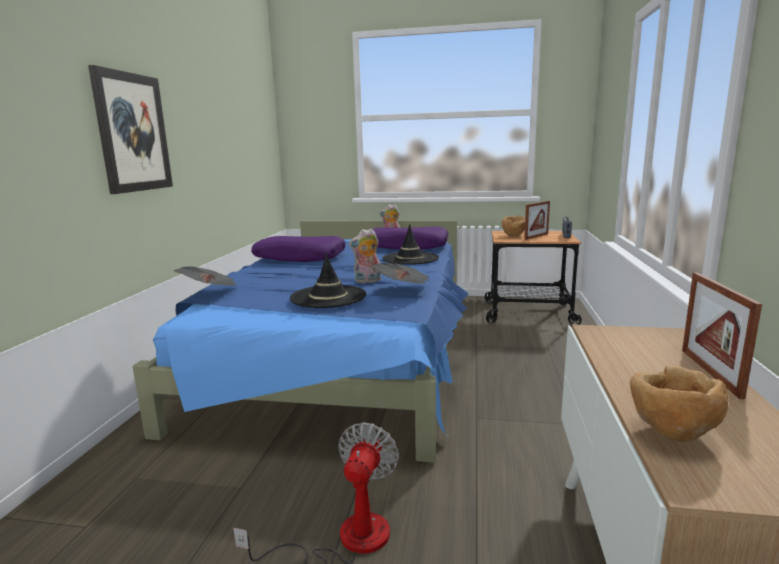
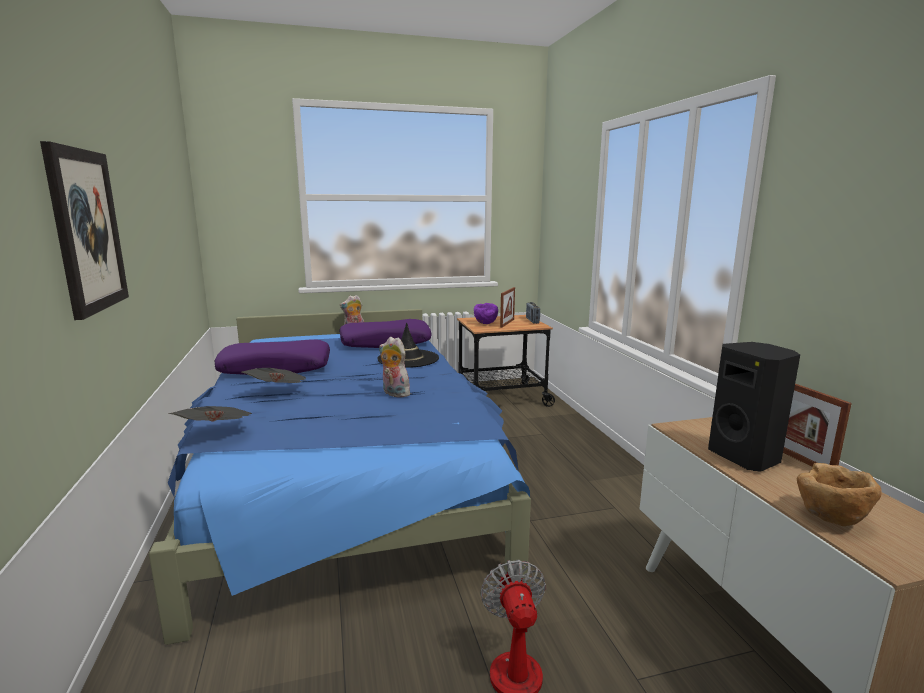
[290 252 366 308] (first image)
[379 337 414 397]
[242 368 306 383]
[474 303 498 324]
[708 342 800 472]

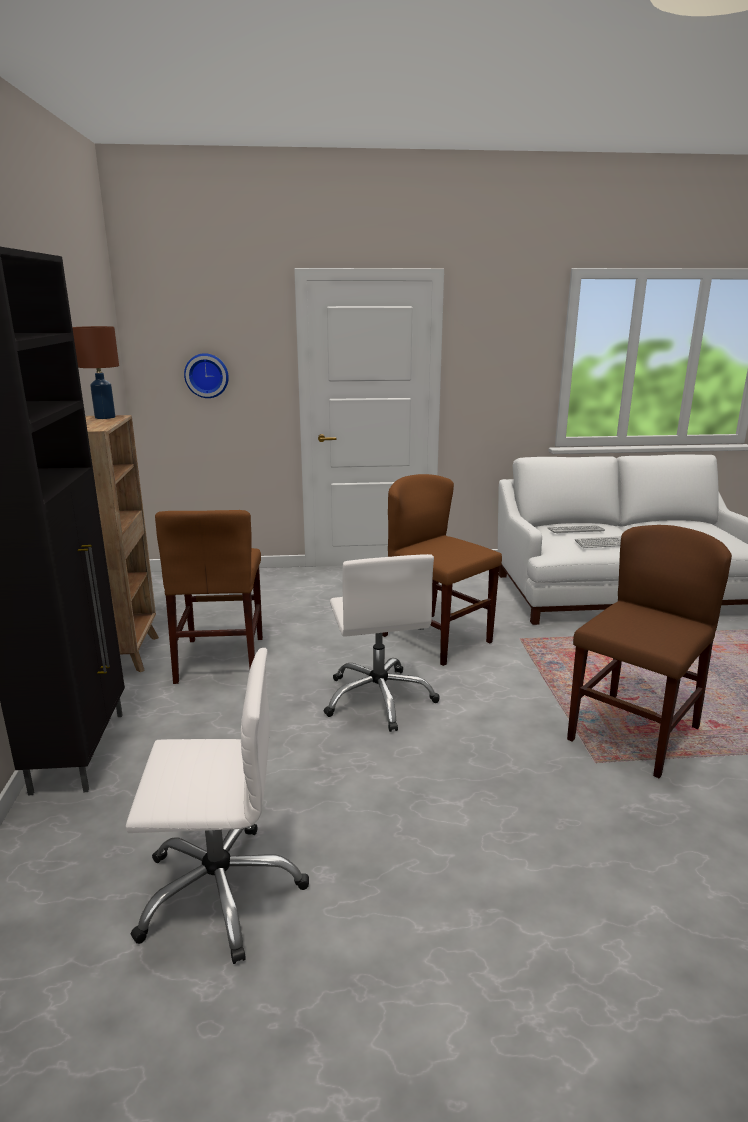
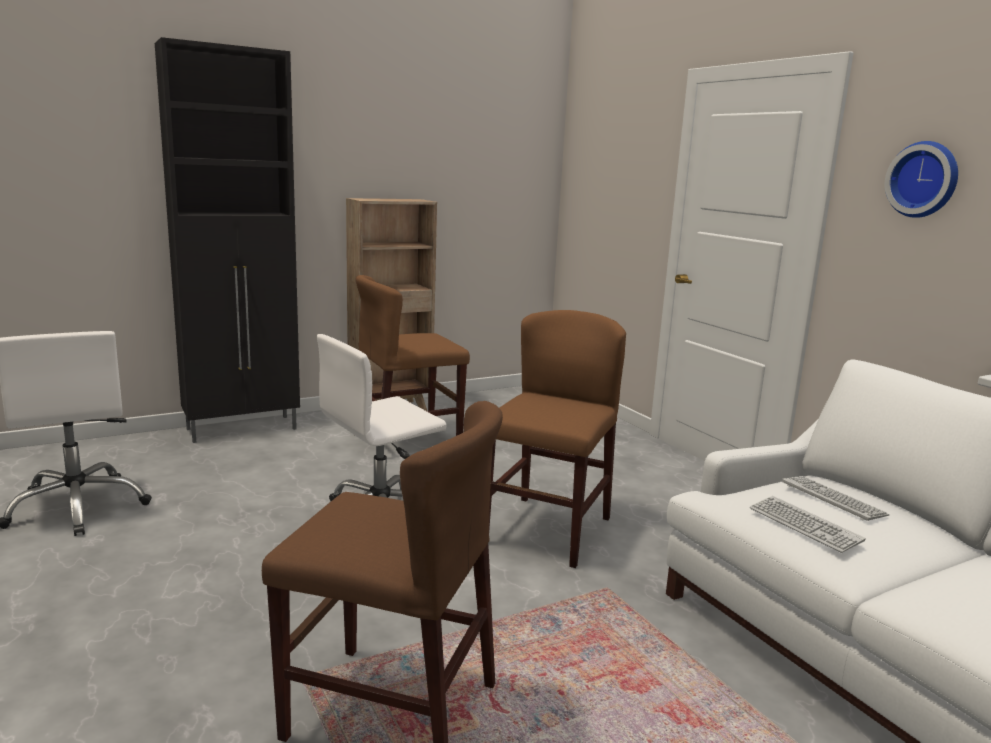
[72 326 119 419] (first image)
[885 141 958 218]

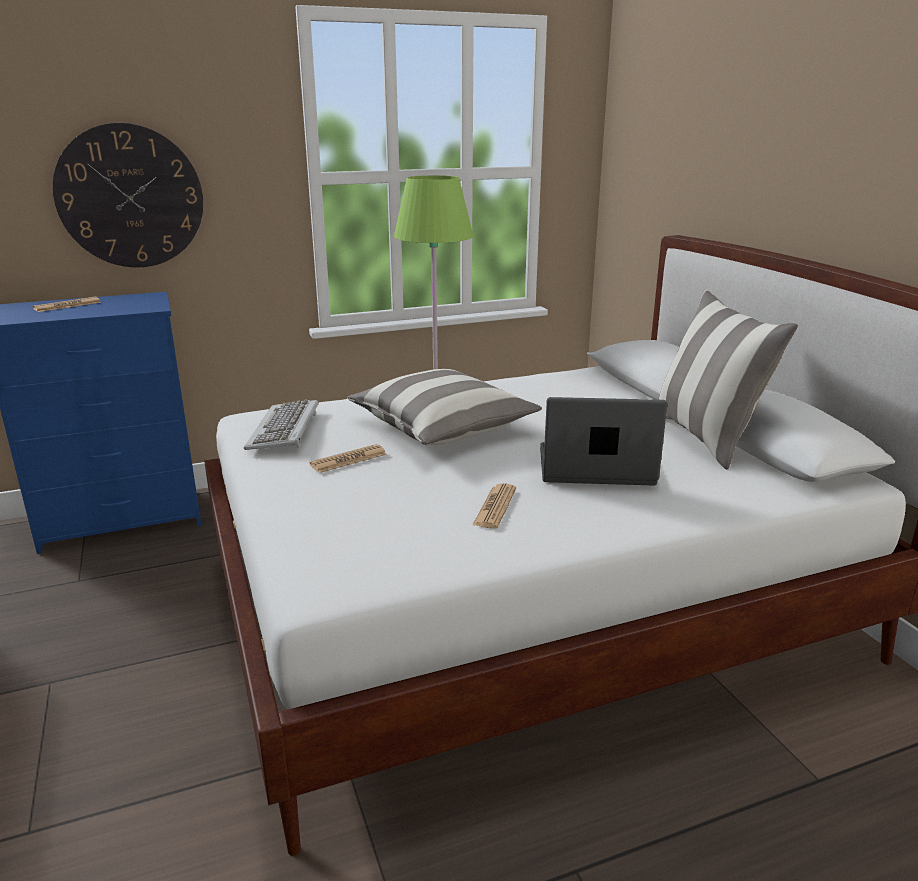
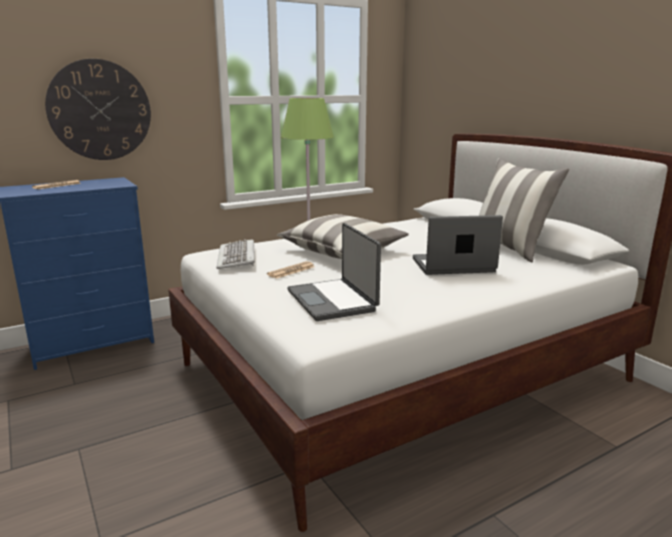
[473 483 516 529] (first image)
[287 223 381 321]

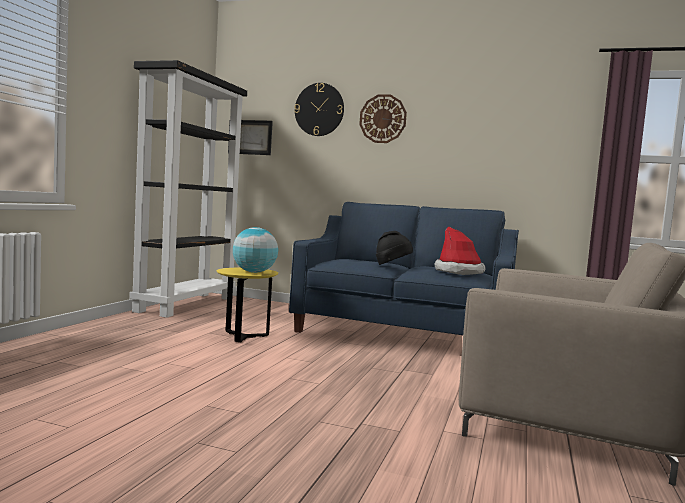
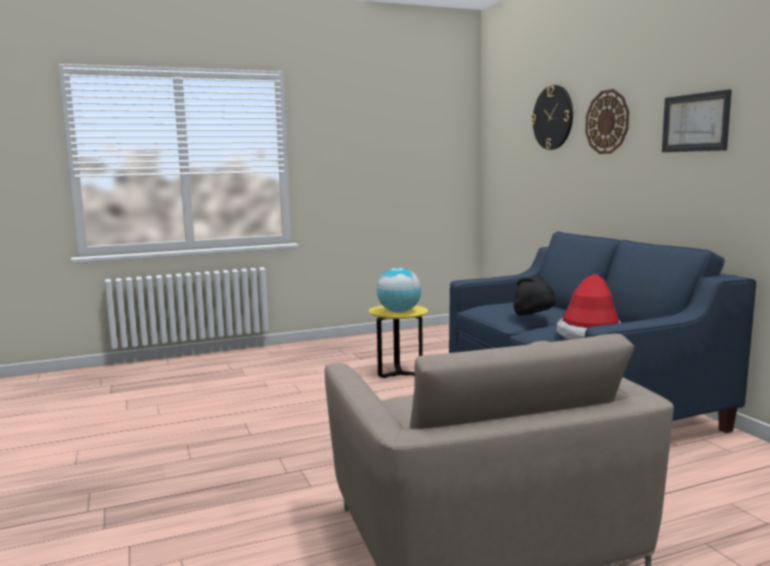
[129 60 247 318] (first image)
[662 89 732 152]

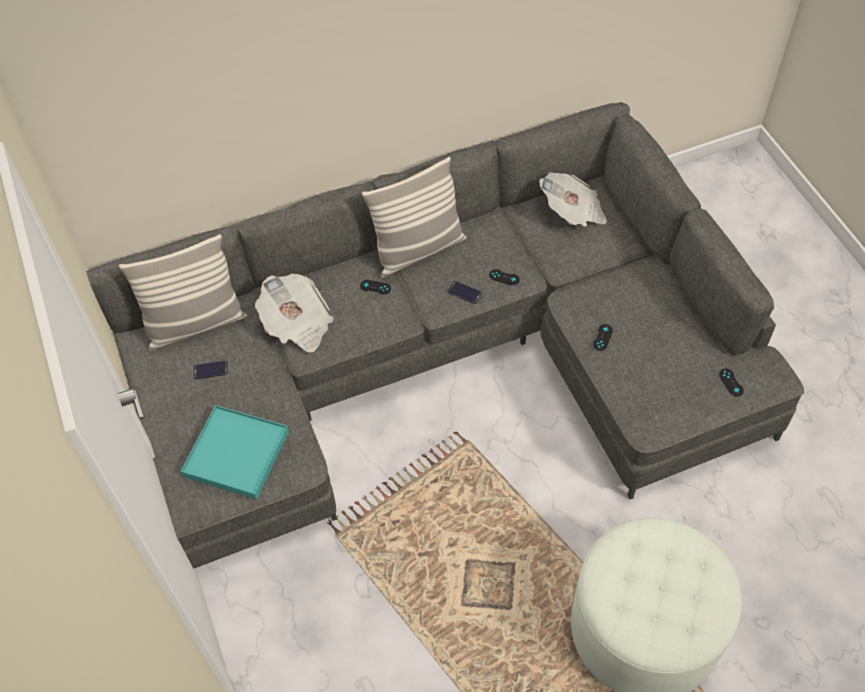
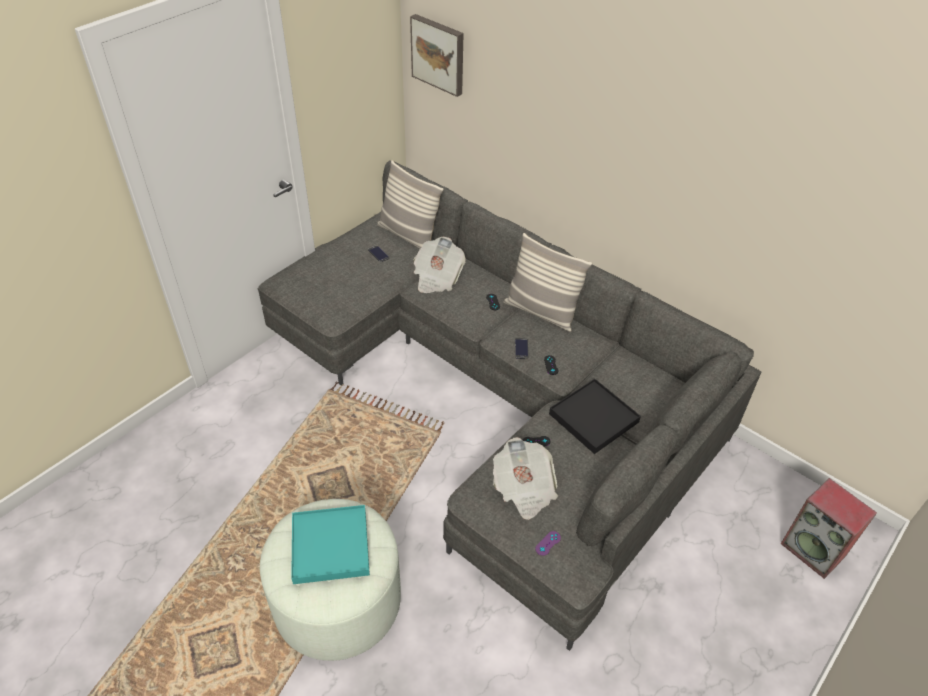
[291 505 370 584]
[493 437 558 520]
[535 531 561 556]
[410 14 463 97]
[549 379 641 454]
[781 478 877 579]

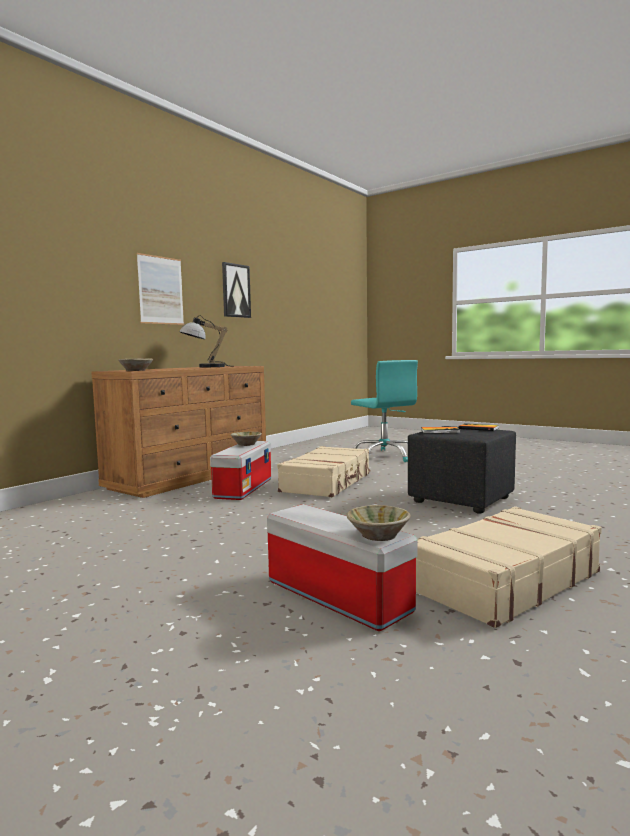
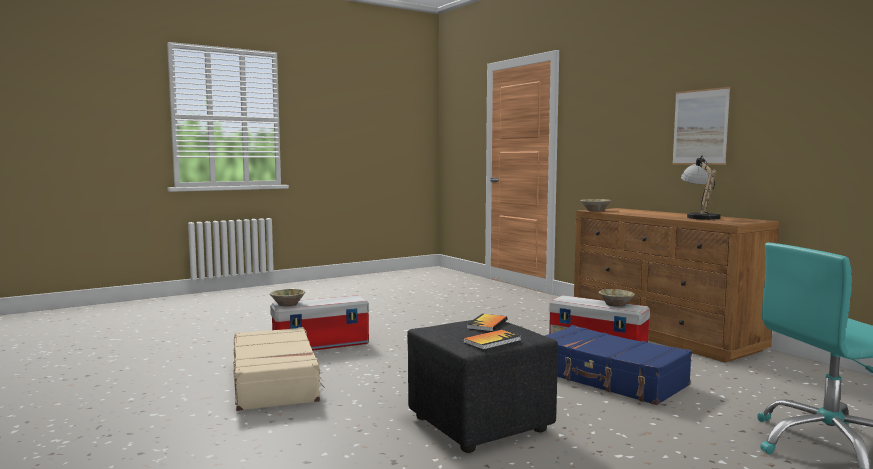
[222 262 251 318] (first image)
[545 325 692 405]

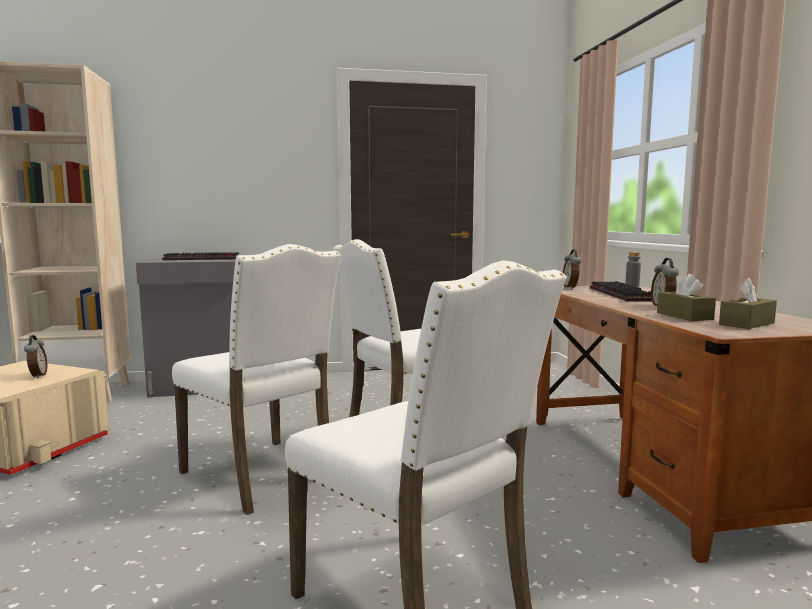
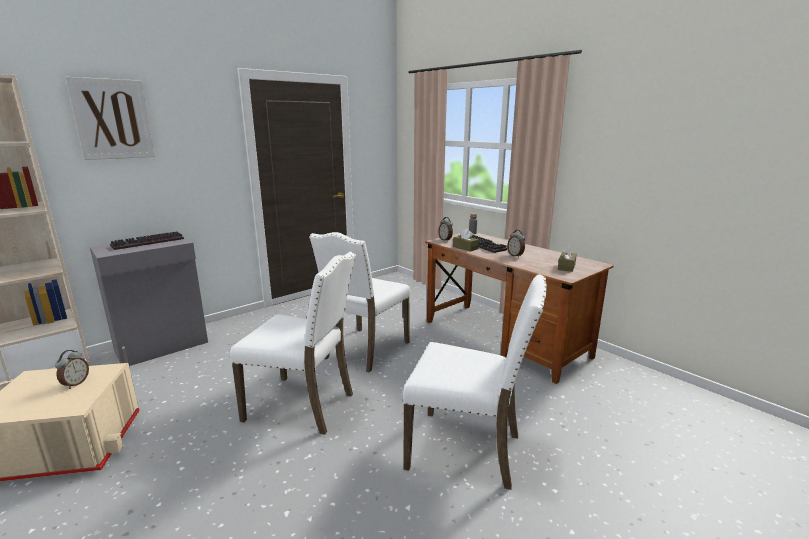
[55 350 89 389]
[453 229 479 252]
[65 77 155 160]

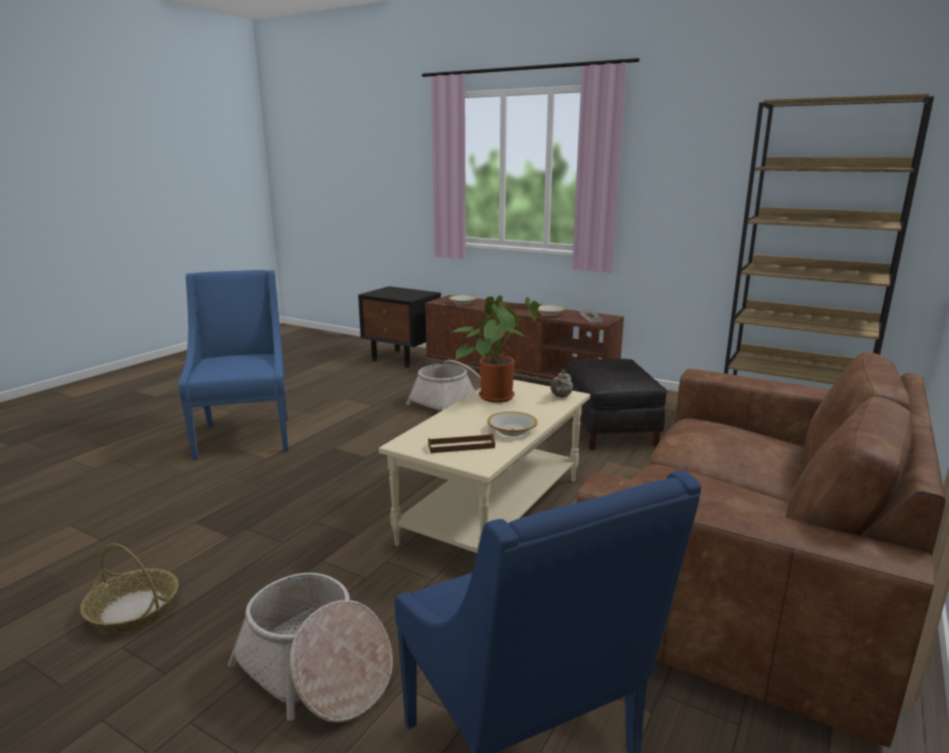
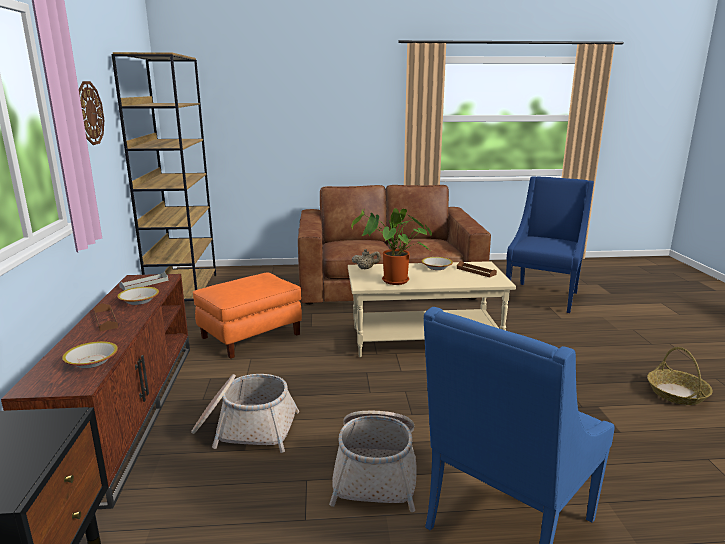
[329 411 416 512]
[193 273 302 359]
[79 81 104 145]

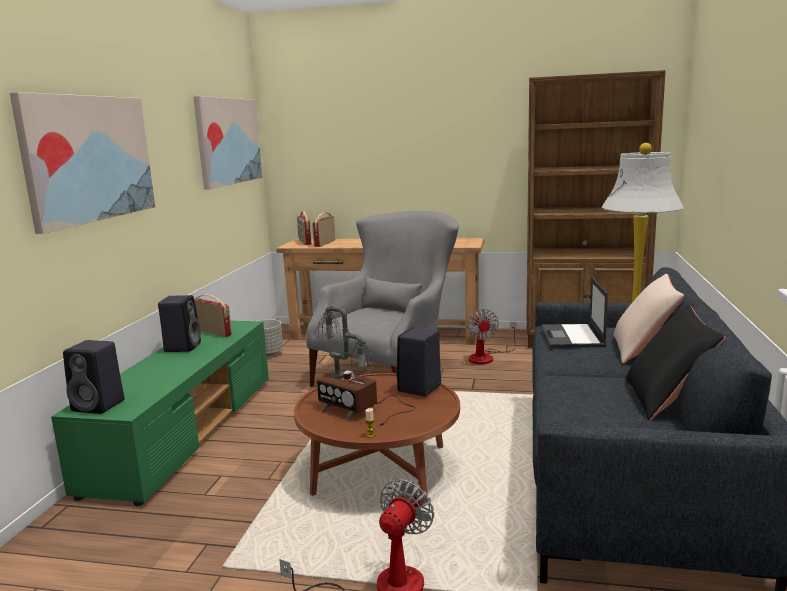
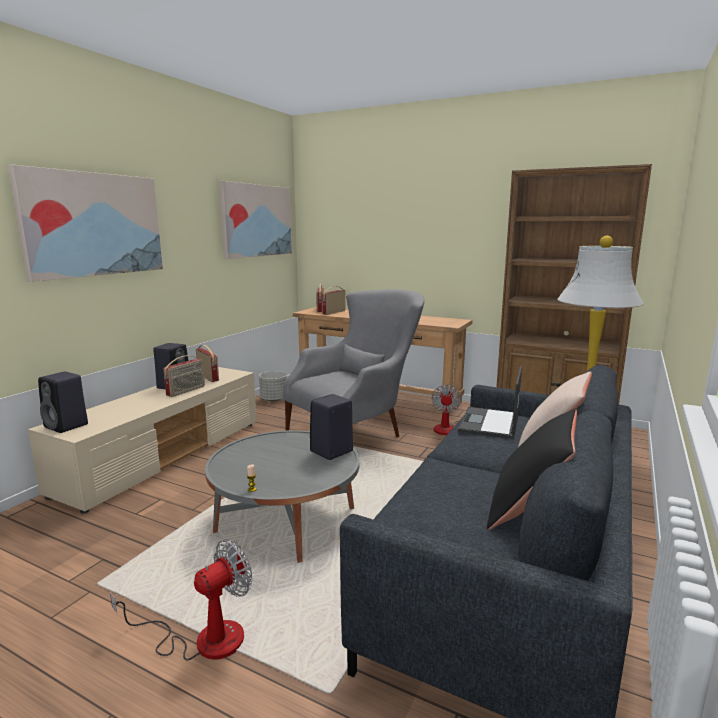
[28 367 256 513]
[205 430 360 563]
[317 306 415 426] (first image)
[163 356 205 397]

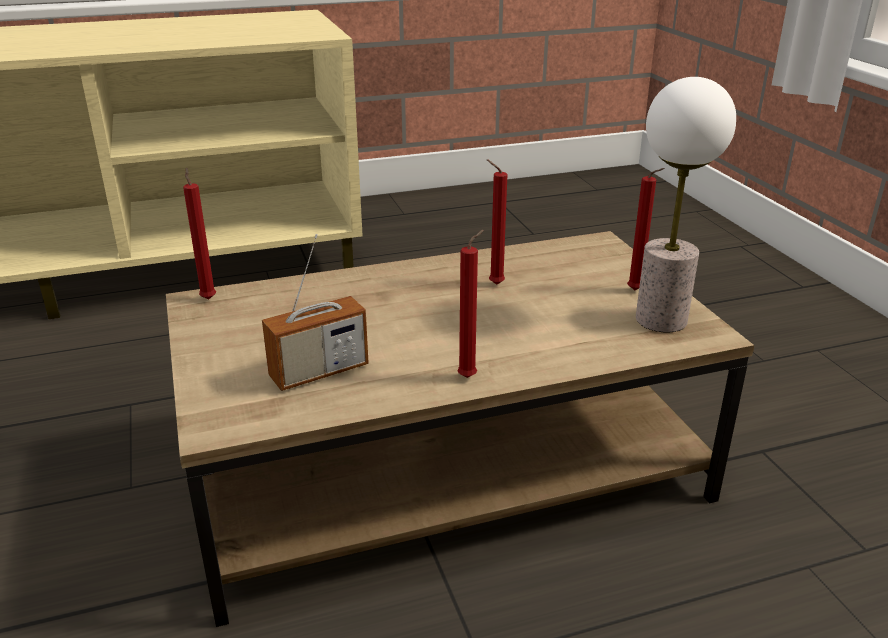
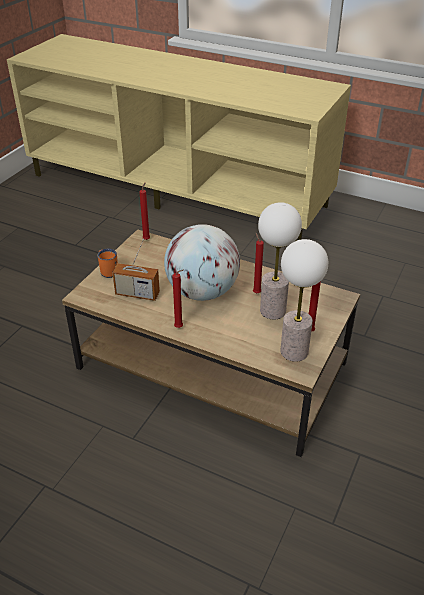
[98 249 118 278]
[164 224 240 301]
[258 202 302 319]

